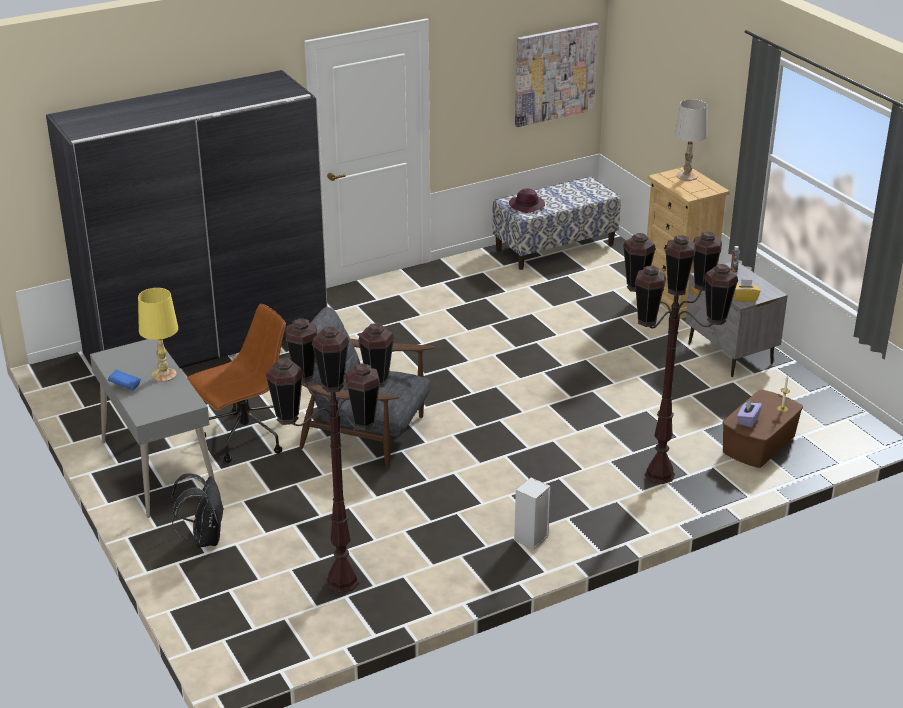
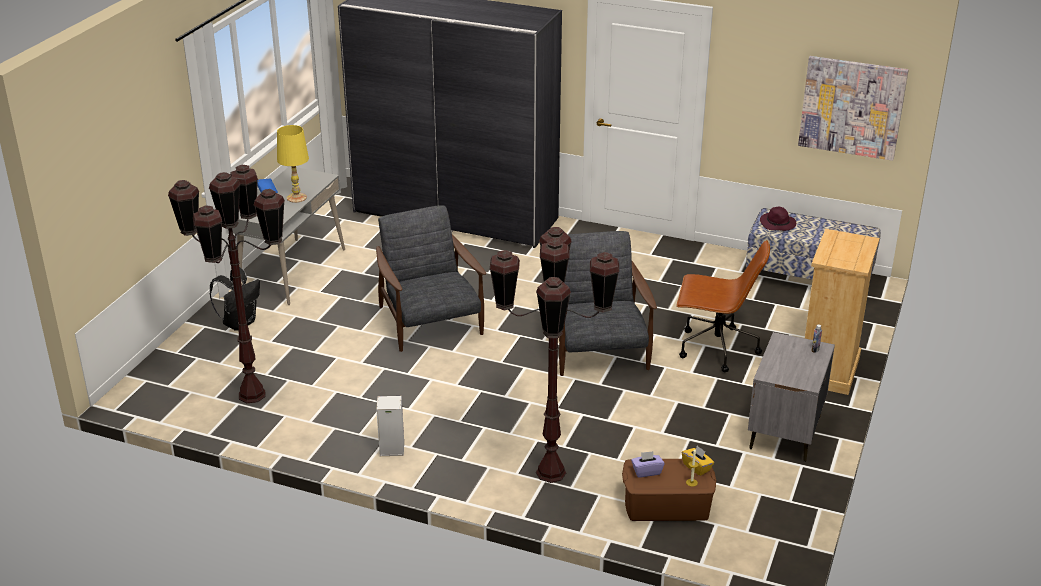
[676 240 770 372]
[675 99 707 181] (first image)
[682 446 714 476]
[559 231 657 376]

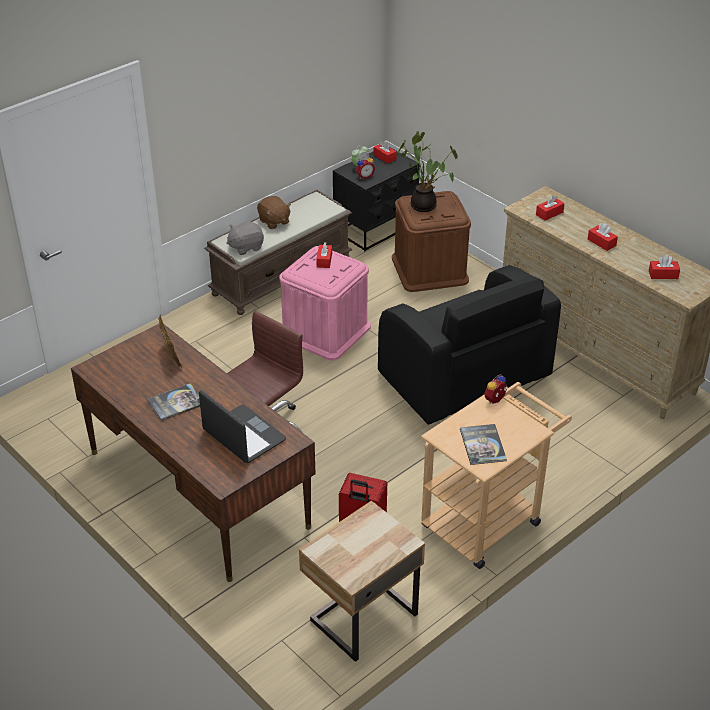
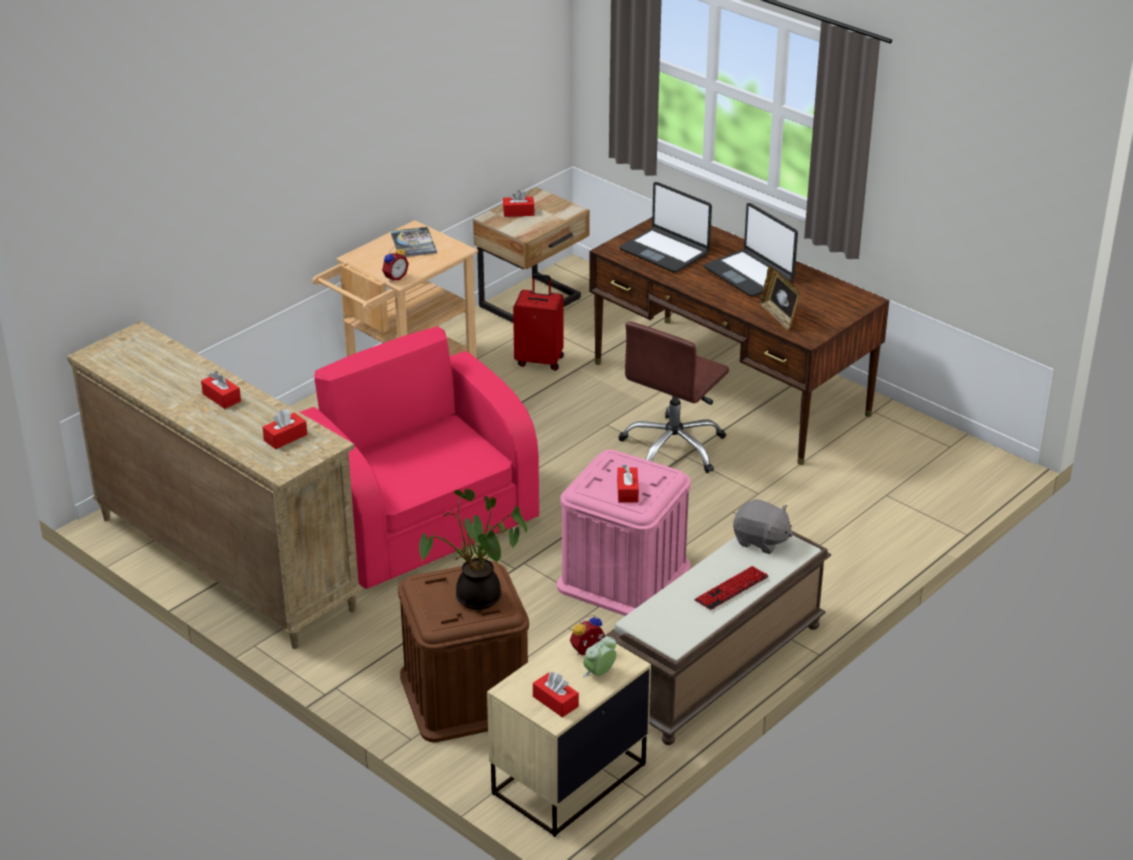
[704 203 798 297]
[733 499 793 554]
[694 566 768 610]
[487 631 651 837]
[300 326 539 589]
[503 190 535 217]

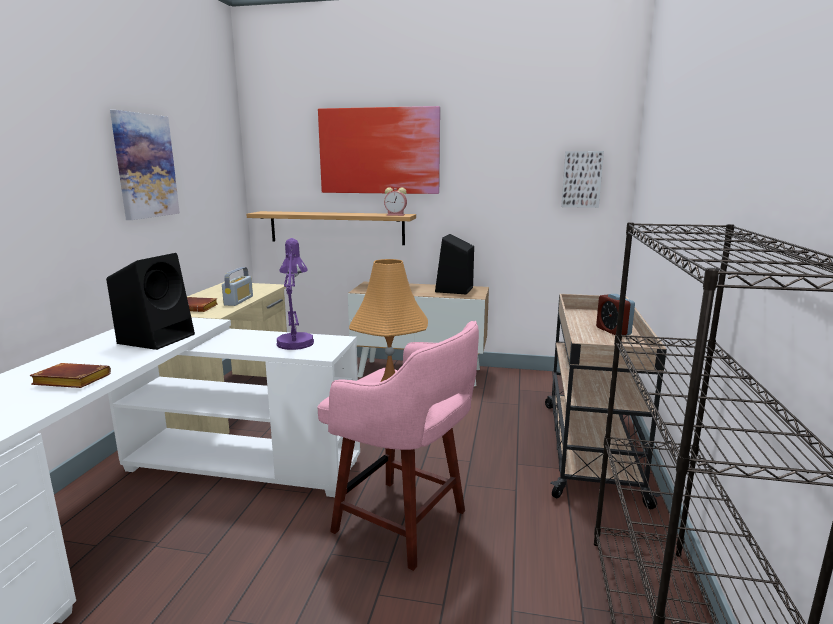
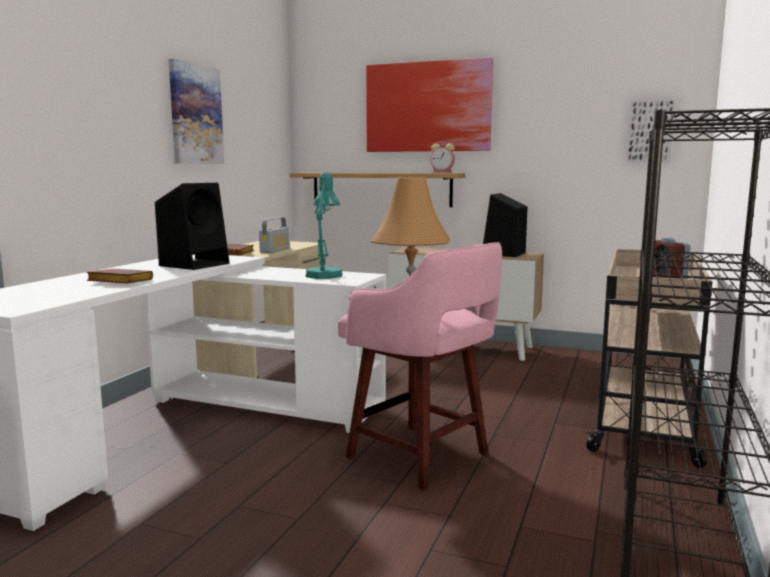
[305 172 343 279]

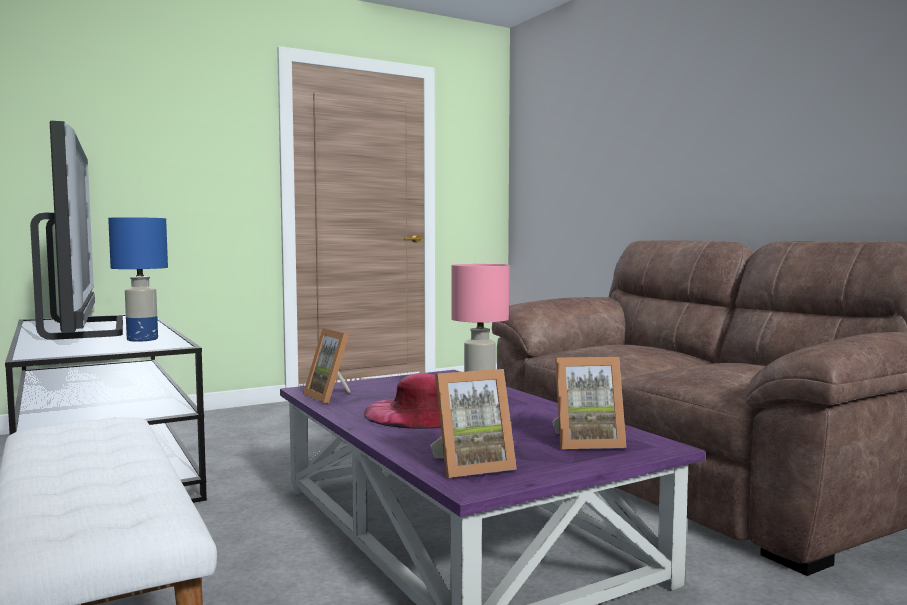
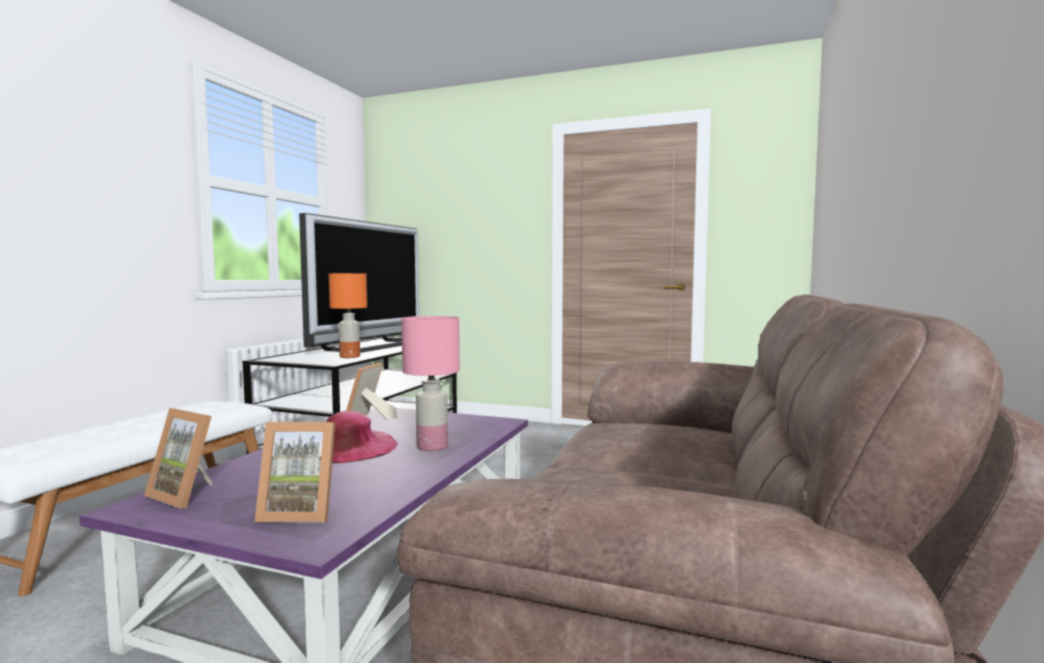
[329 273 367 358]
[255 422 336 522]

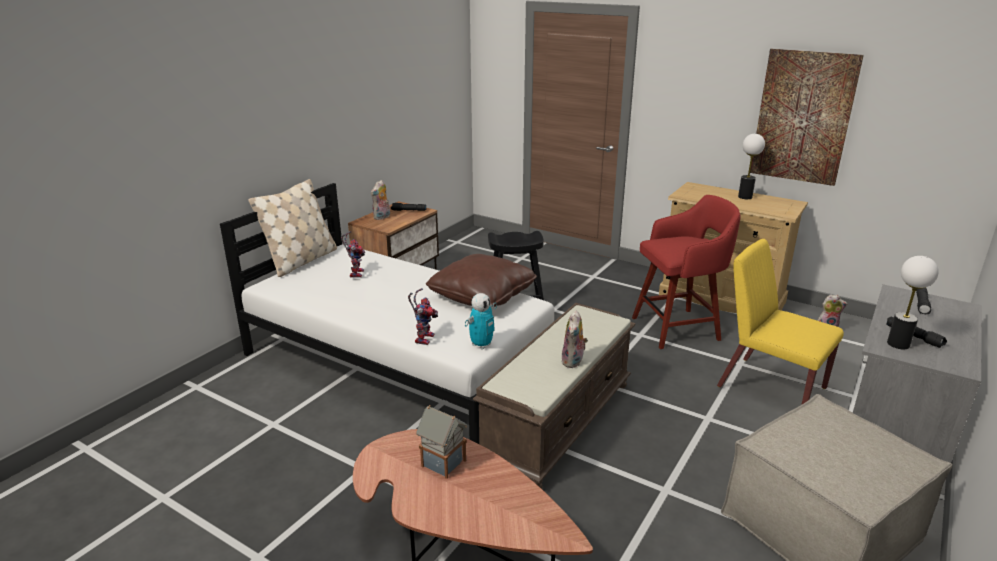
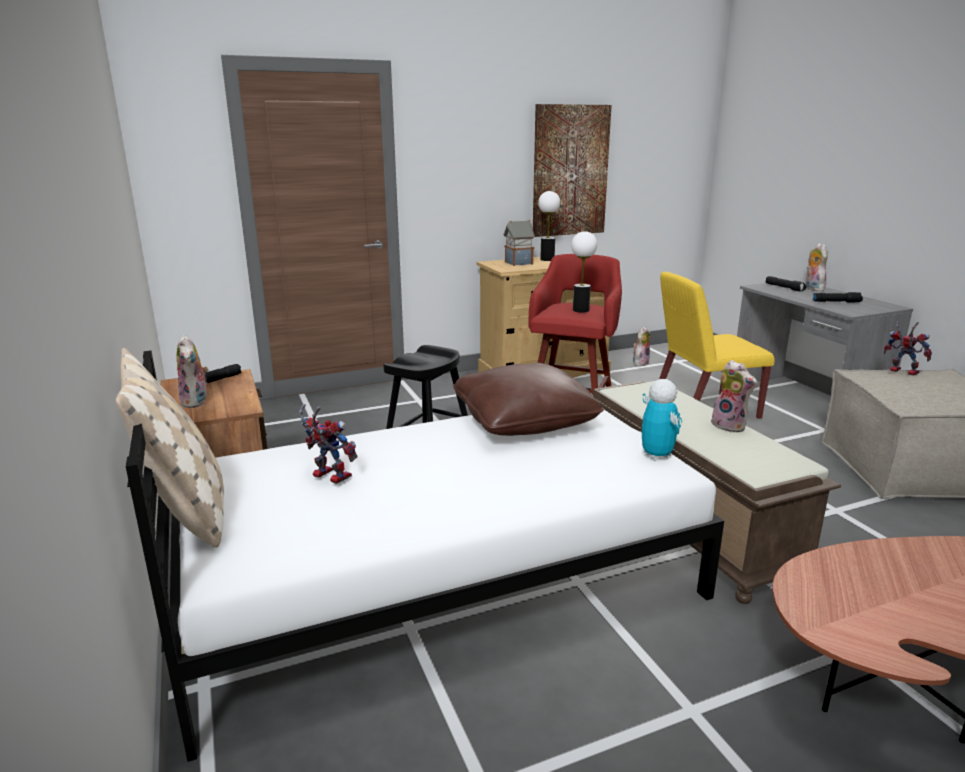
[884 321 932 376]
[503 220 535 266]
[571 231 597 313]
[806 243 828 291]

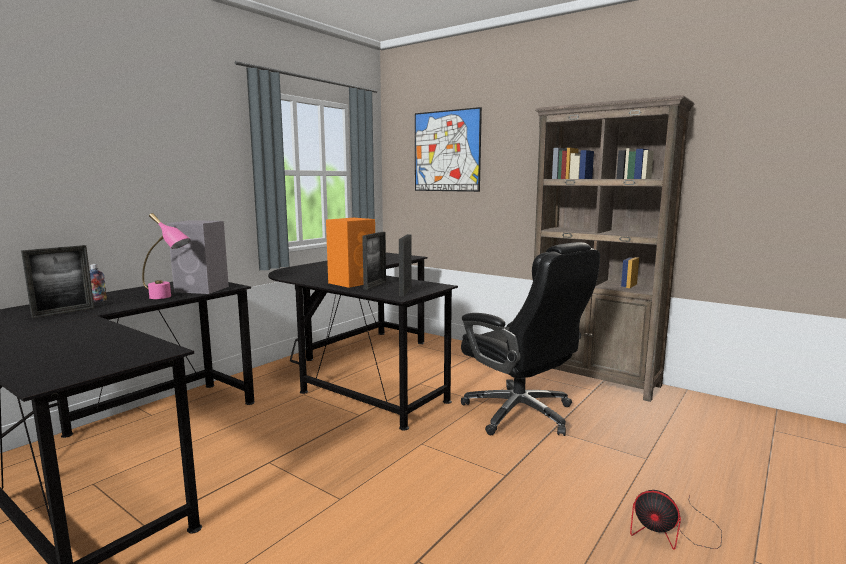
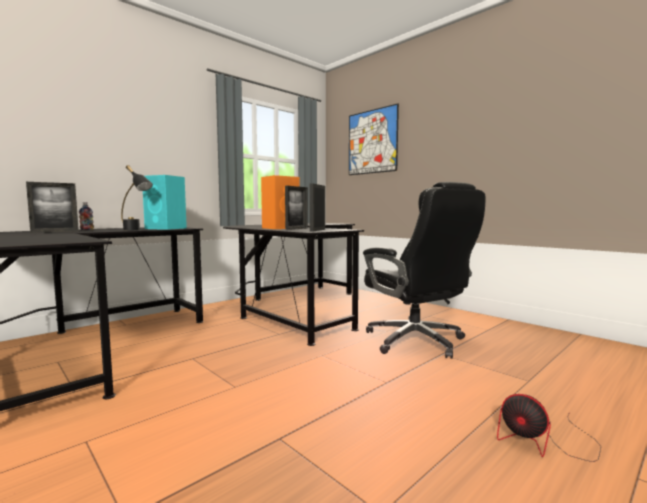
[121 165 153 230]
[143 175 187 230]
[534 95 694 402] (first image)

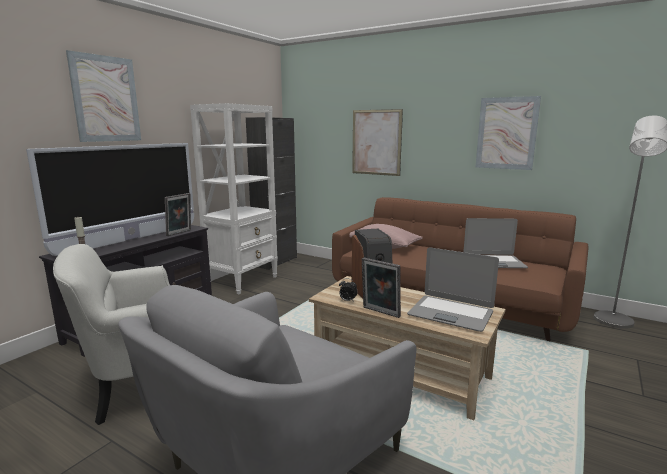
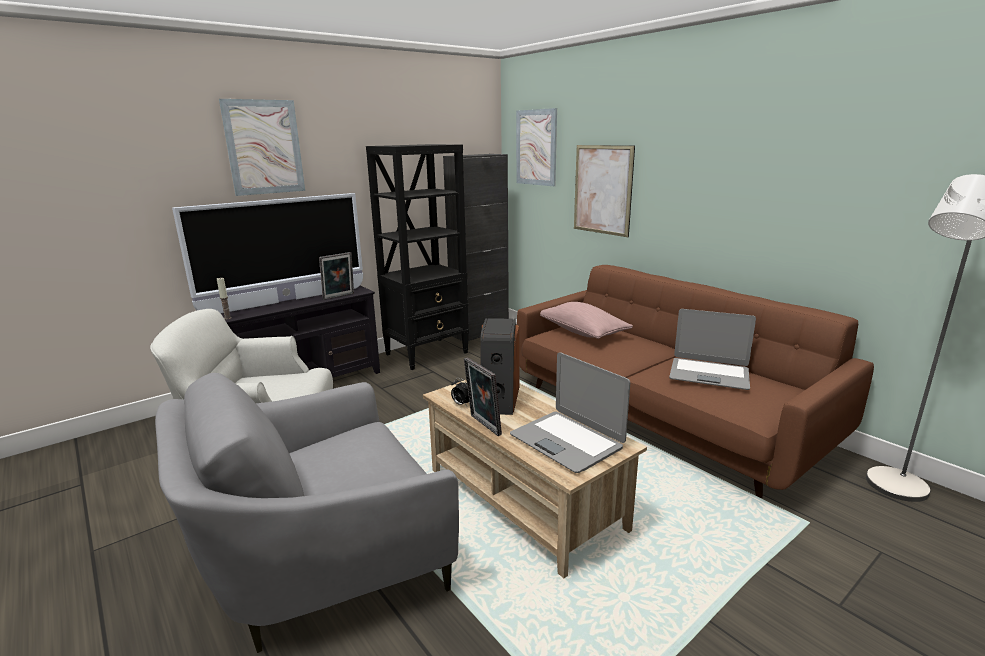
[366 144 469 370]
[516 108 557 186]

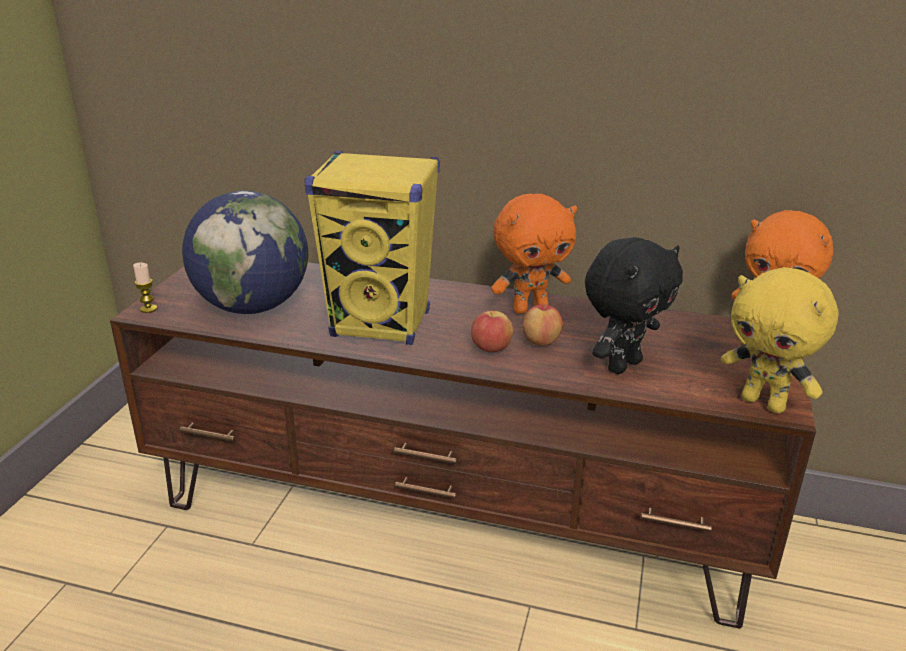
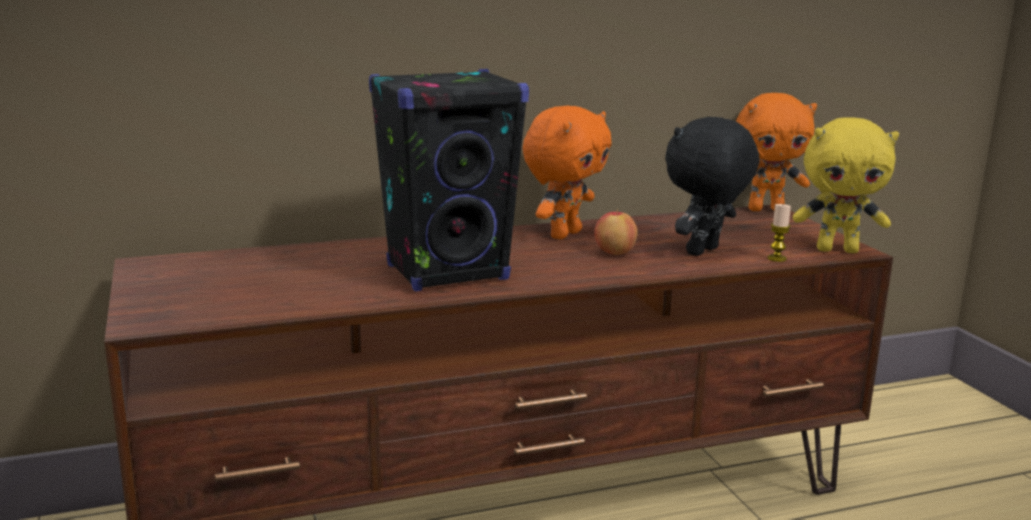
[767 204 791 262]
[182 191 308 314] (first image)
[369 69 529 291]
[471 311 513 352] (first image)
[665 117 760 256]

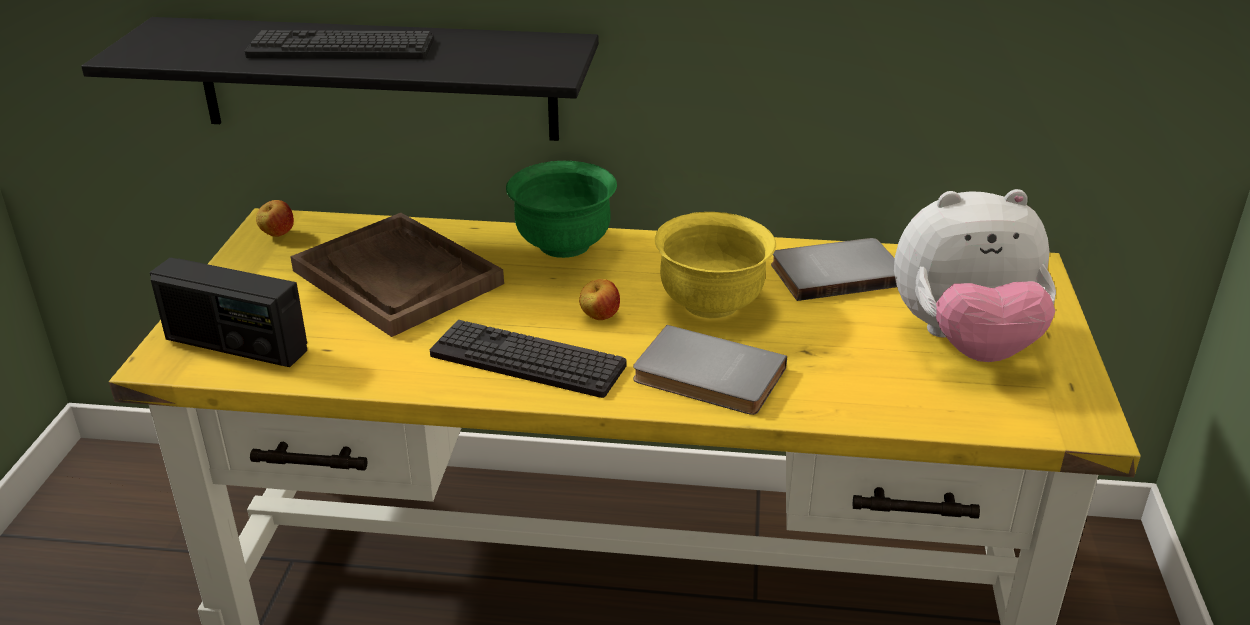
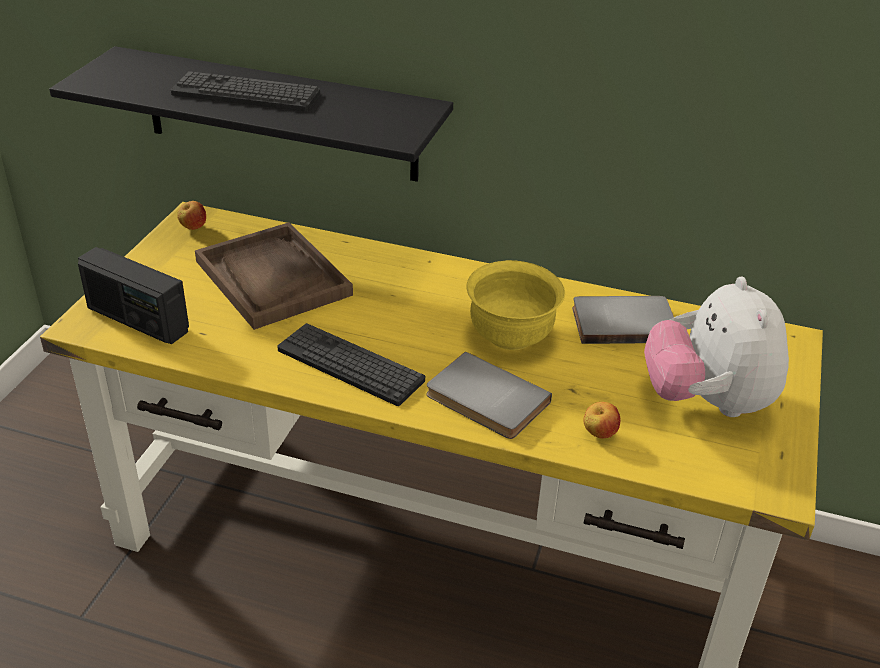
[506 161 617 258] (first image)
[583 402 621 439]
[644 277 789 417]

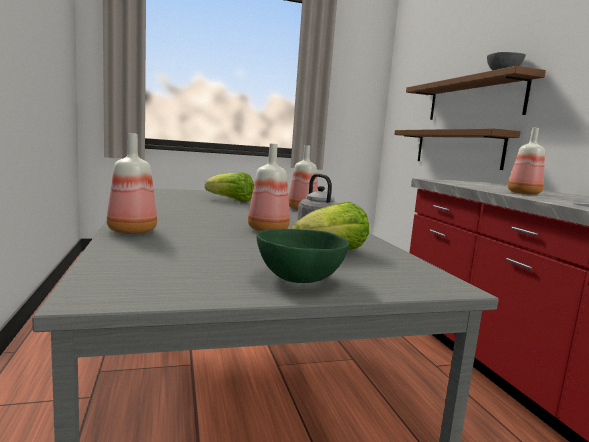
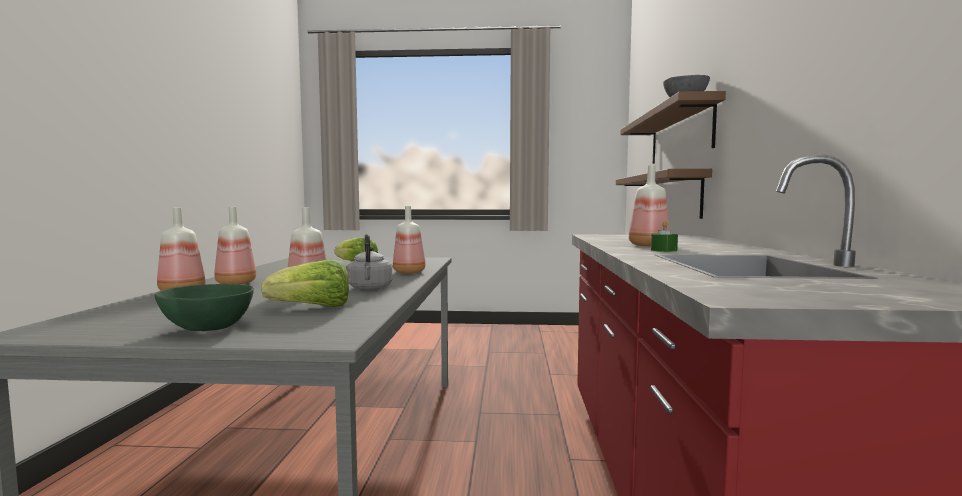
[214 207 256 285]
[651 221 678 252]

